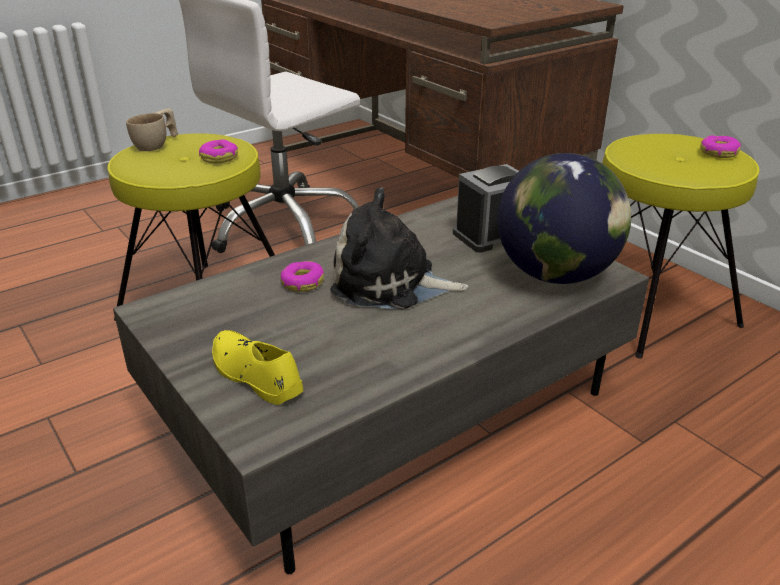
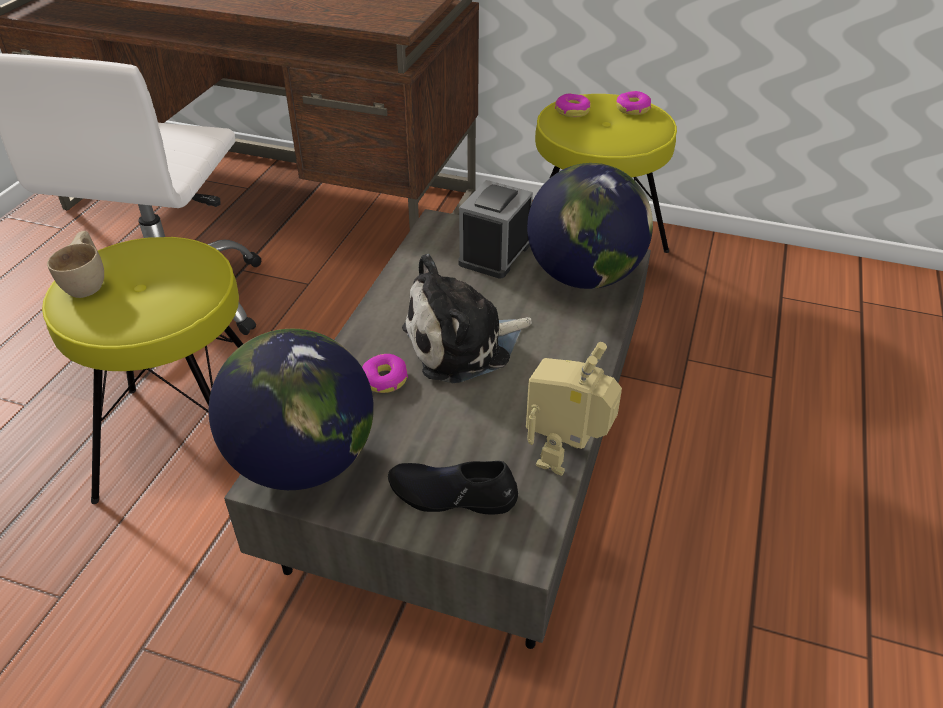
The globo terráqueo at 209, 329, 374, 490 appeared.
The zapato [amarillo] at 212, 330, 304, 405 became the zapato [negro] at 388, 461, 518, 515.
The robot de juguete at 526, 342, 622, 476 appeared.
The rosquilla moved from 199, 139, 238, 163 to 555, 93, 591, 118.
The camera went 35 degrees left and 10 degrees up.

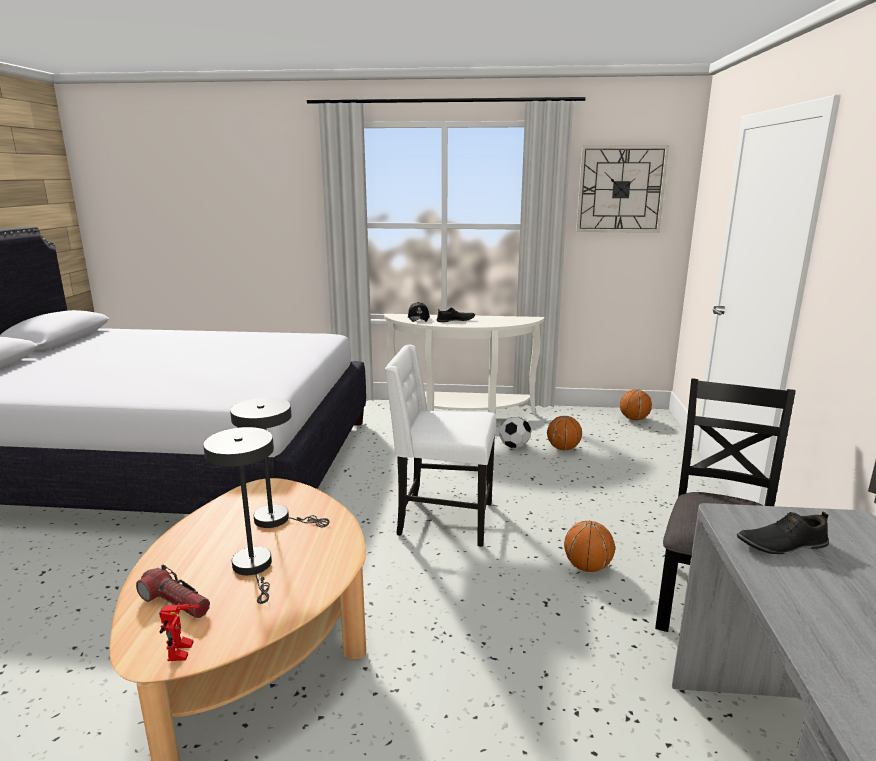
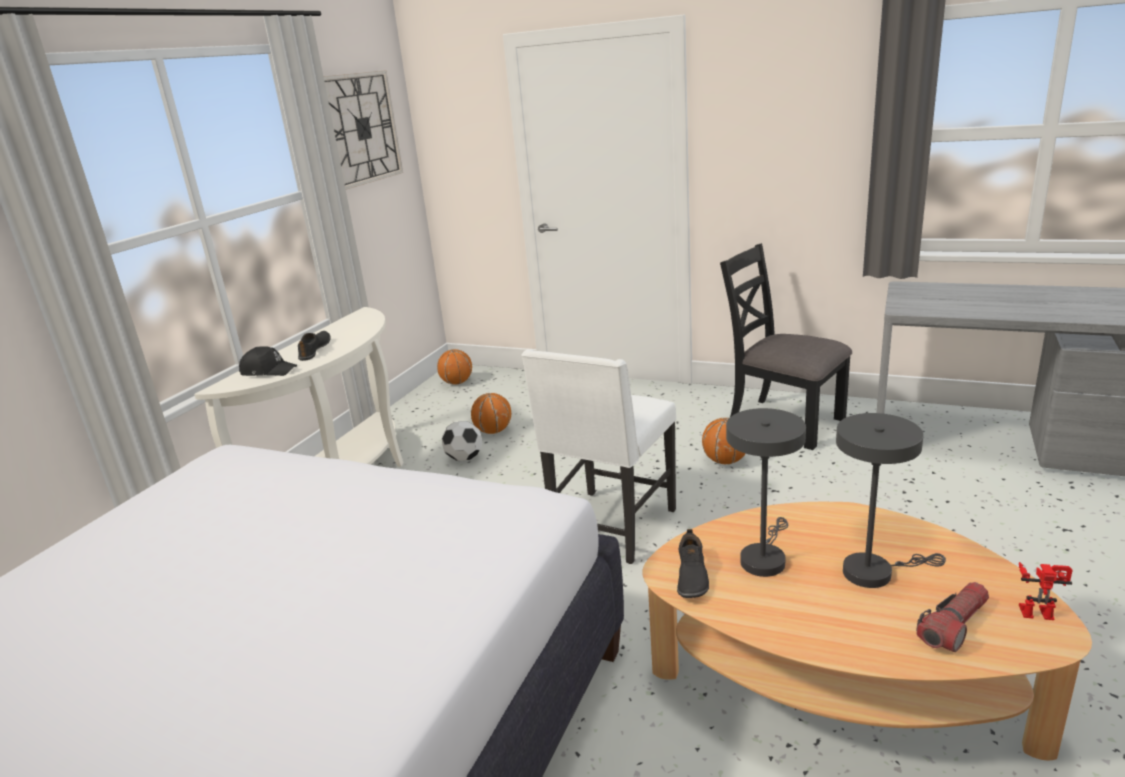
The zapato [negro] moved from 737, 512, 829, 554 to 677, 529, 709, 598.
The camera went 70 degrees left and 5 degrees up.

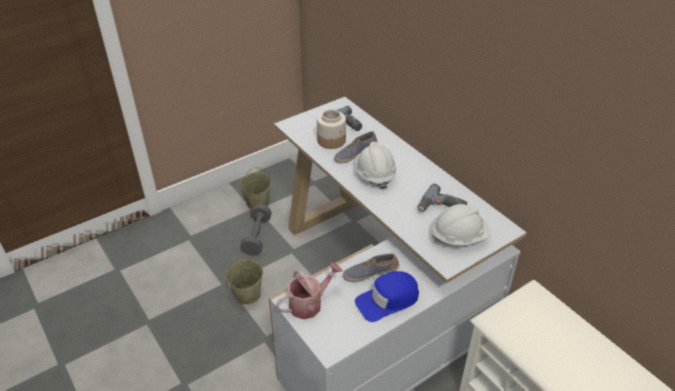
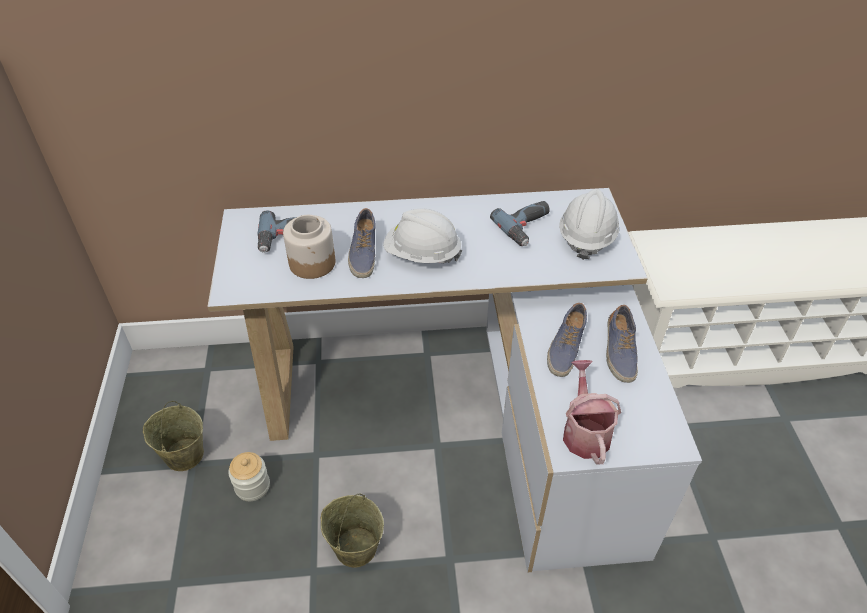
The mancuerna [gris] at 240, 204, 272, 256 was replaced by the tarro at 228, 452, 270, 501.
The gorra [azul] at 355, 271, 419, 322 was replaced by the zapato at 606, 305, 638, 383.
The camera went 60 degrees left and 5 degrees up.

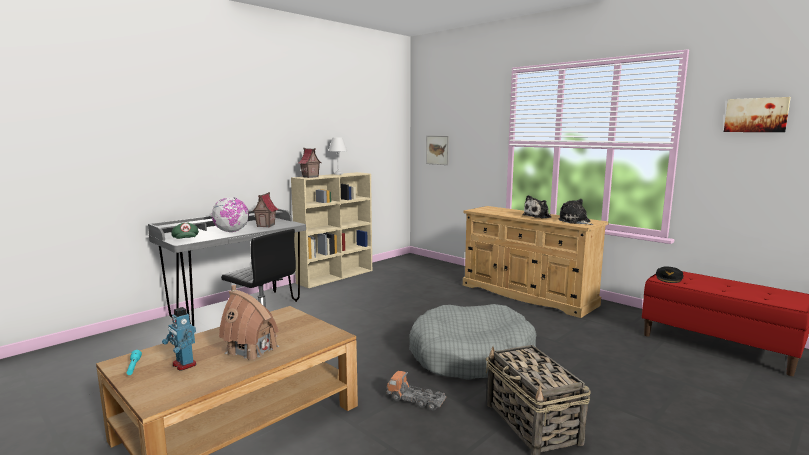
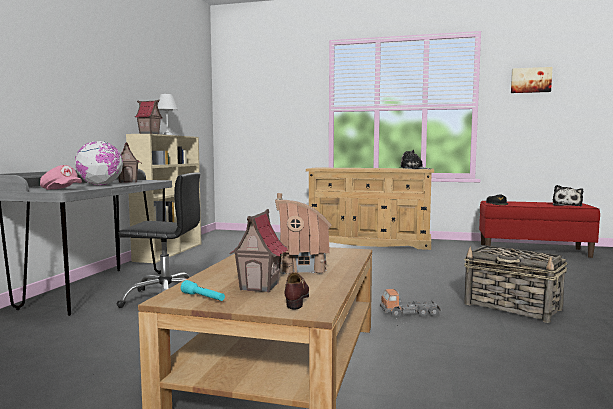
The gorra [verde] at 171, 223, 199, 239 became the gorra [rosa] at 40, 165, 82, 190.
The robot de juguete at 162, 307, 196, 371 was replaced by the casita at 229, 209, 288, 293.
The zapato [marrón] at 285, 272, 309, 310 appeared.
The peluche moved from 522, 195, 552, 219 to 553, 185, 583, 206.
The cama para perro [gris] at 409, 304, 536, 380 disappeared.
The cuadro at 426, 136, 449, 165 disappeared.
The camera went 30 degrees left and 5 degrees down.

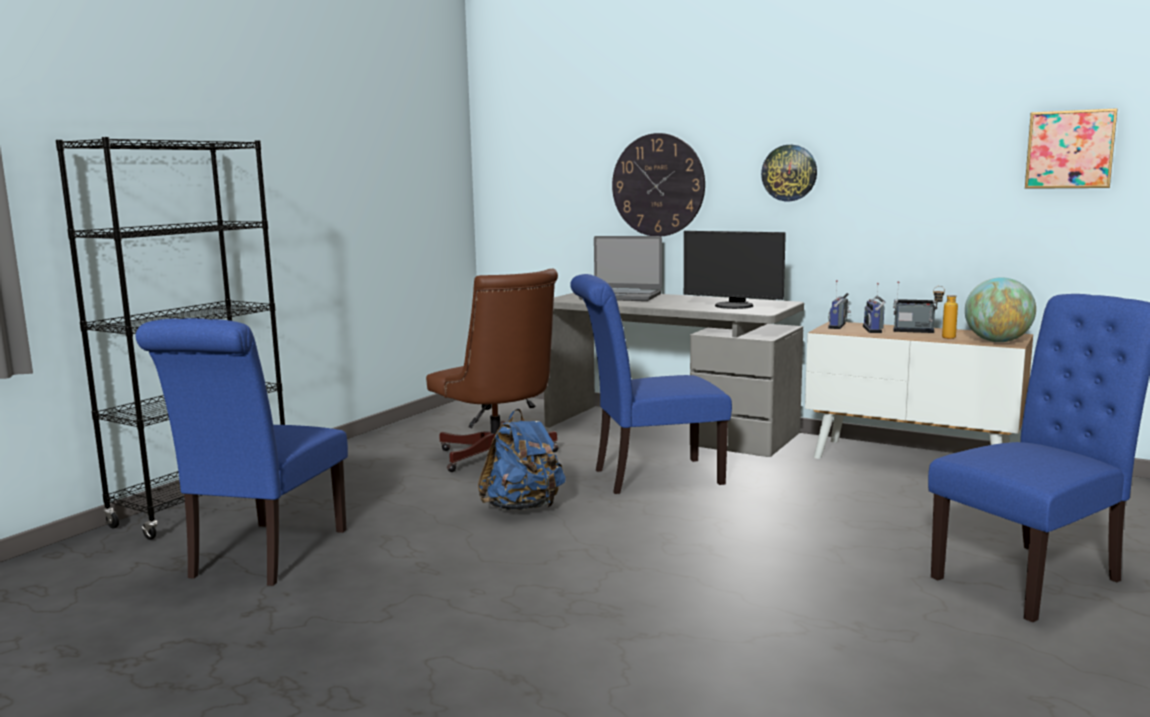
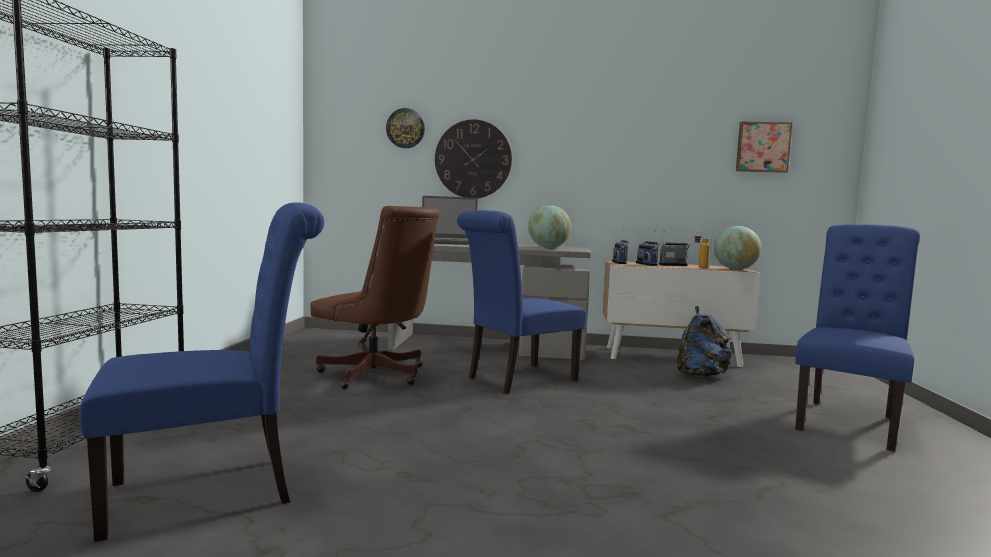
The silla [azul] at 136, 318, 348, 586 turned 105 degrees counterclockwise.
The reloj de pared moved from 761, 145, 817, 201 to 386, 108, 425, 148.
The monitor at 684, 231, 786, 309 was replaced by the globo terráqueo at 528, 206, 571, 248.
The mochila [azul] moved from 478, 409, 566, 511 to 677, 306, 731, 377.
The camera went 25 degrees left and 5 degrees down.

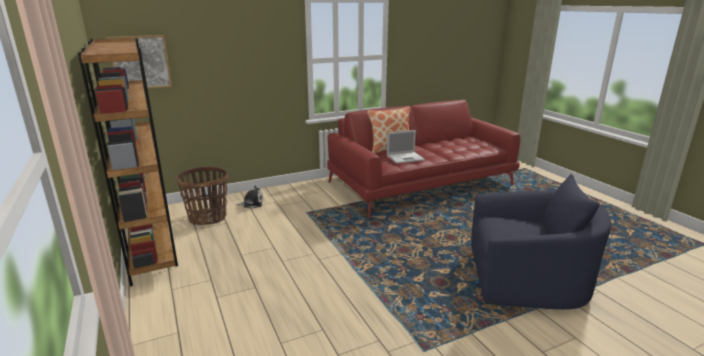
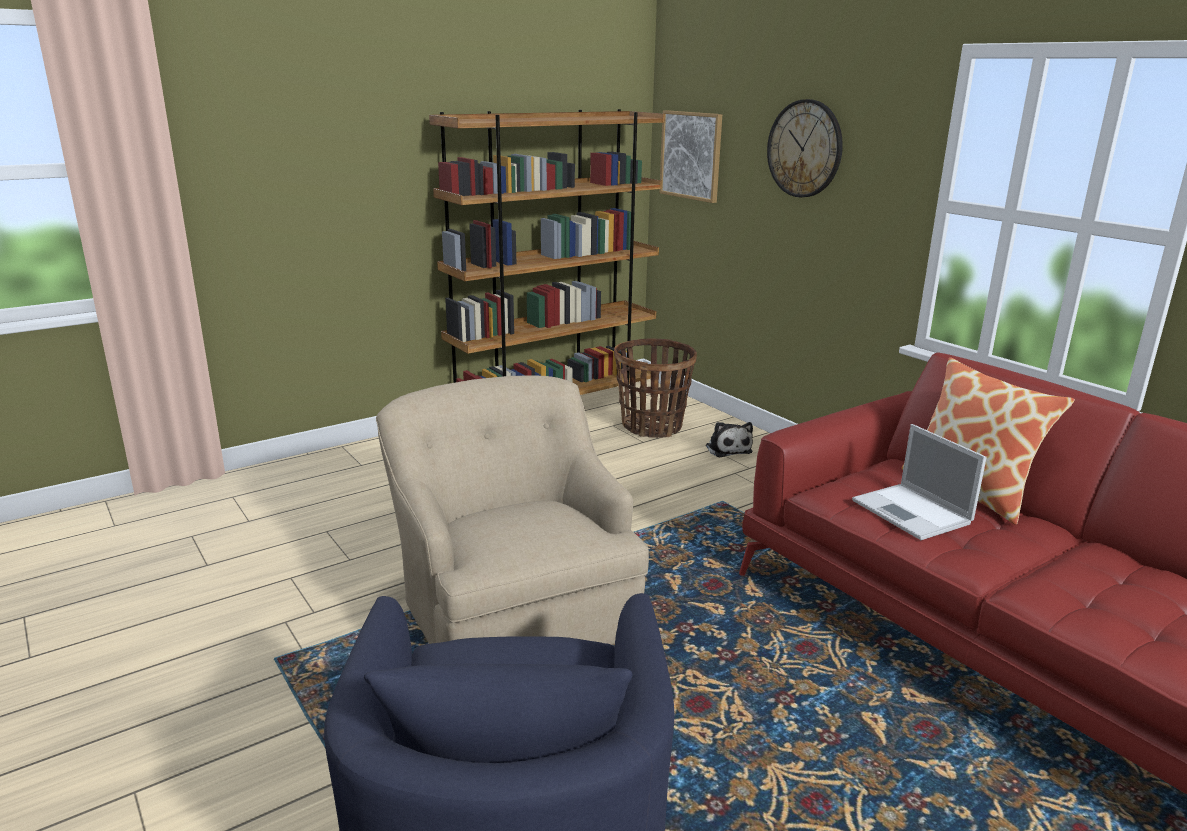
The sillón [beis] at 376, 376, 649, 645 appeared.
The reloj de pared at 767, 99, 843, 197 appeared.
The camera went 80 degrees right and 0 degrees up.

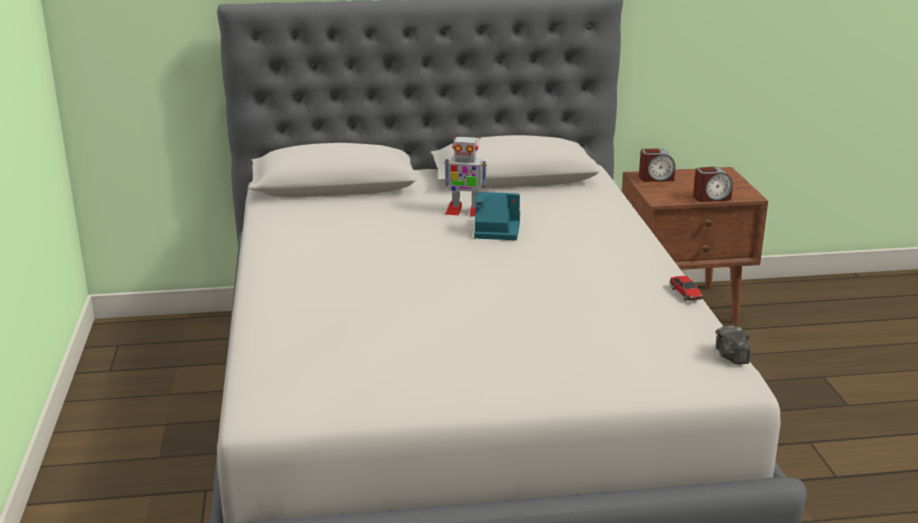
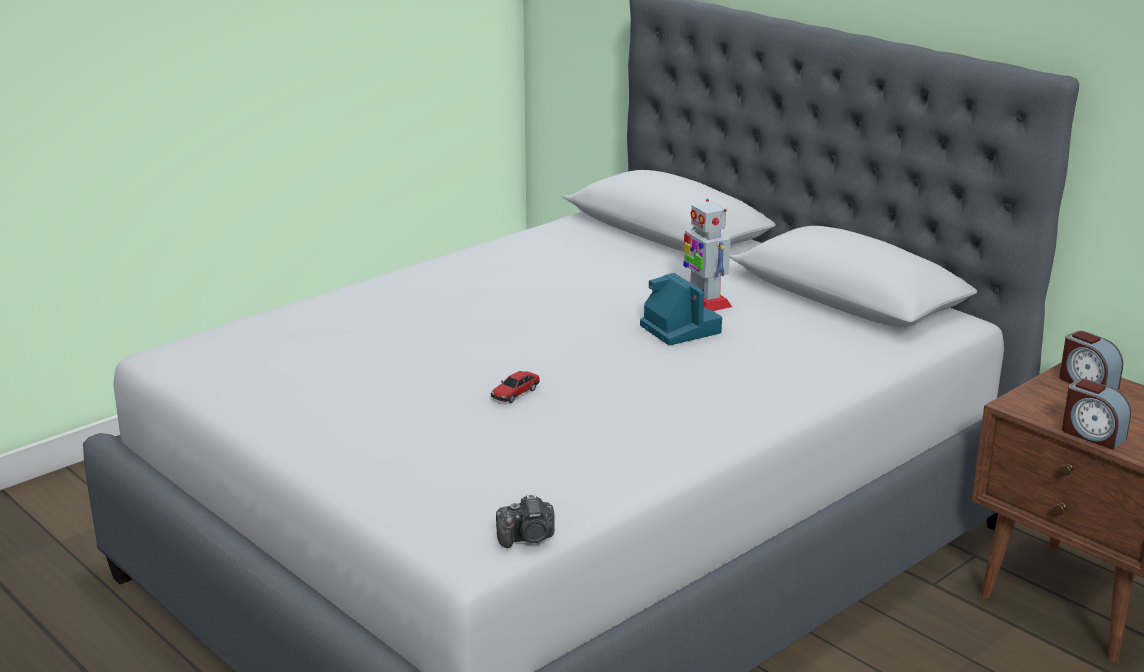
The coche de juguete moved from 670, 276, 703, 301 to 491, 371, 540, 403.
The cámara at 716, 325, 751, 365 turned 150 degrees counterclockwise.
The camera went 55 degrees right and 0 degrees up.

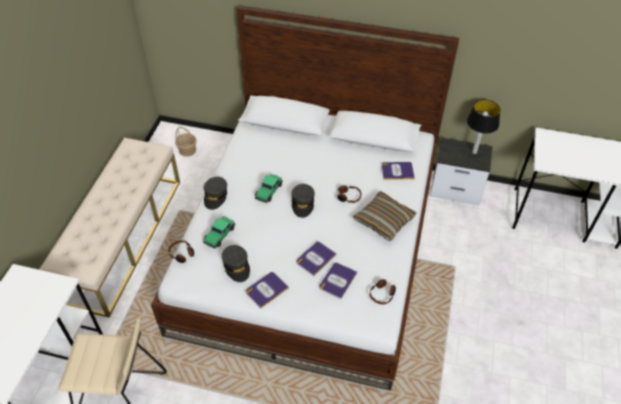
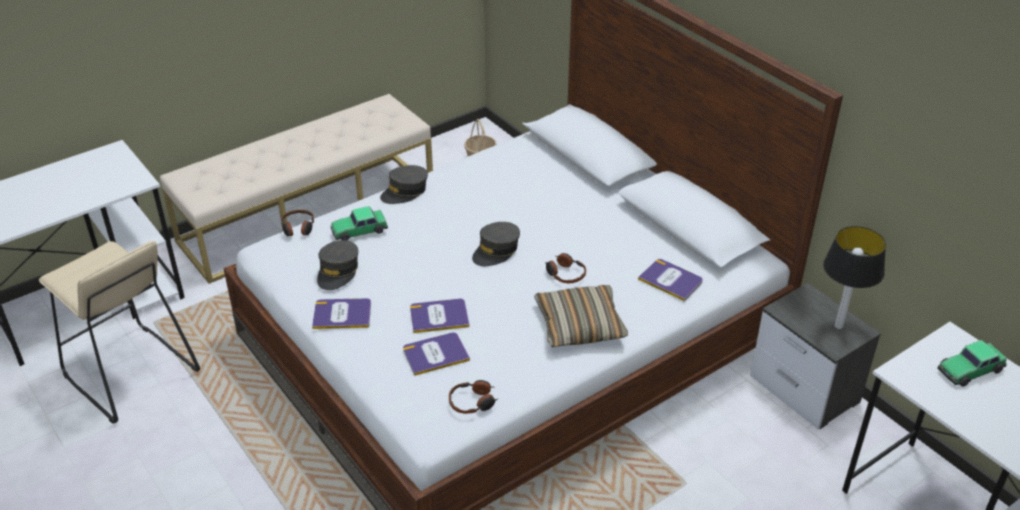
The coche de juguete moved from 255, 174, 283, 203 to 938, 340, 1007, 387.
The camera went 40 degrees right and 10 degrees down.

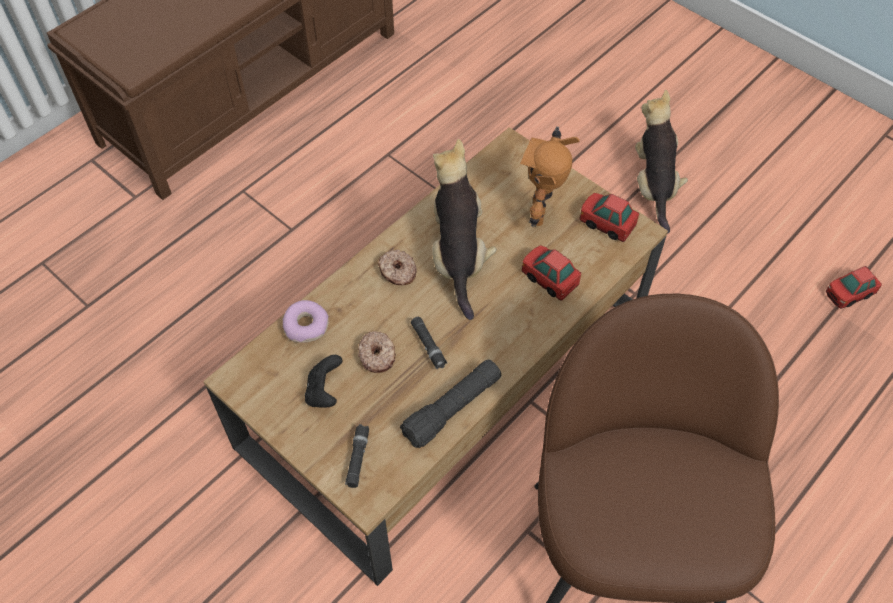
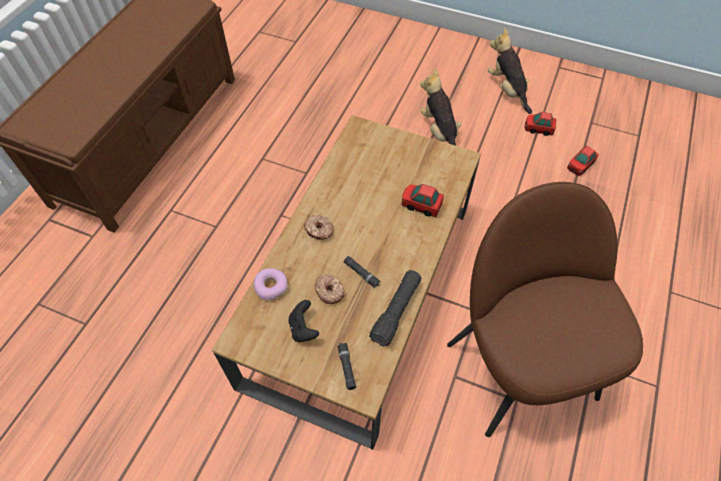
The peluche moved from 432, 139, 497, 320 to 488, 28, 532, 114.
The coche de juguete moved from 580, 193, 639, 242 to 525, 112, 556, 136.
The robot de juguete at 520, 126, 580, 227 disappeared.
The camera went 20 degrees left and 0 degrees up.

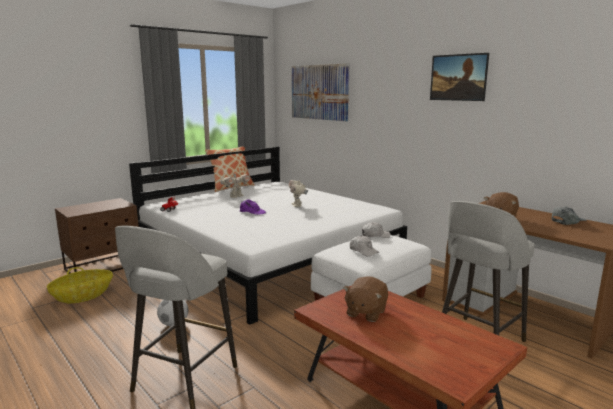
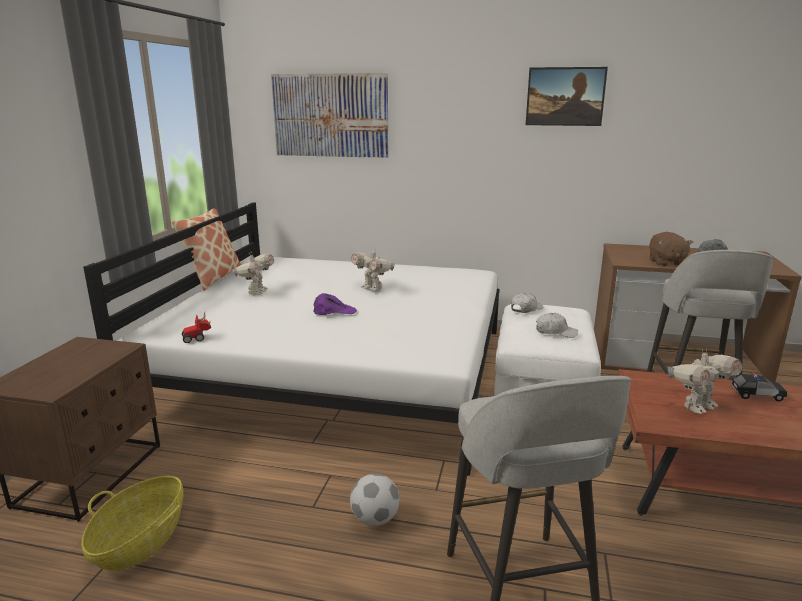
The peluche [marrón] at 343, 277, 388, 322 was replaced by the robot de juguete at 668, 347, 742, 414.
The coche de juguete at 731, 373, 787, 401 appeared.
The camera went 35 degrees left and 5 degrees up.

